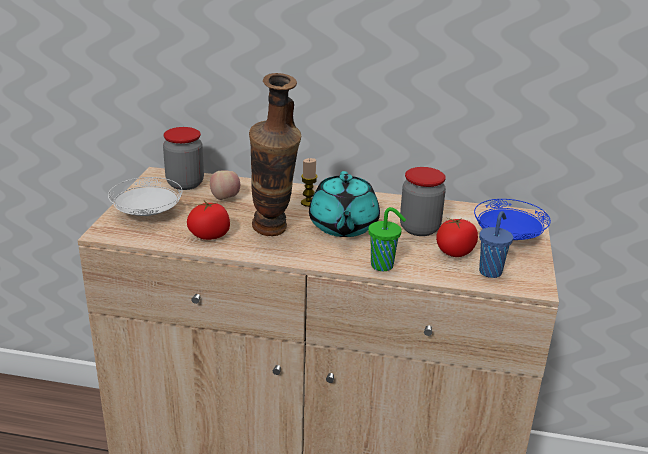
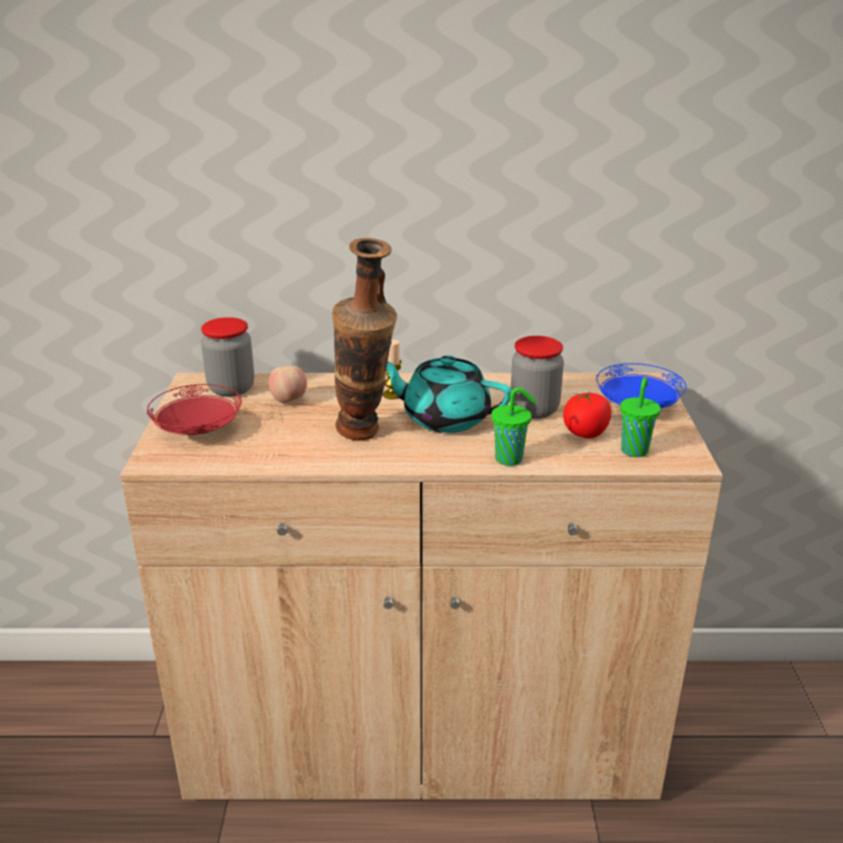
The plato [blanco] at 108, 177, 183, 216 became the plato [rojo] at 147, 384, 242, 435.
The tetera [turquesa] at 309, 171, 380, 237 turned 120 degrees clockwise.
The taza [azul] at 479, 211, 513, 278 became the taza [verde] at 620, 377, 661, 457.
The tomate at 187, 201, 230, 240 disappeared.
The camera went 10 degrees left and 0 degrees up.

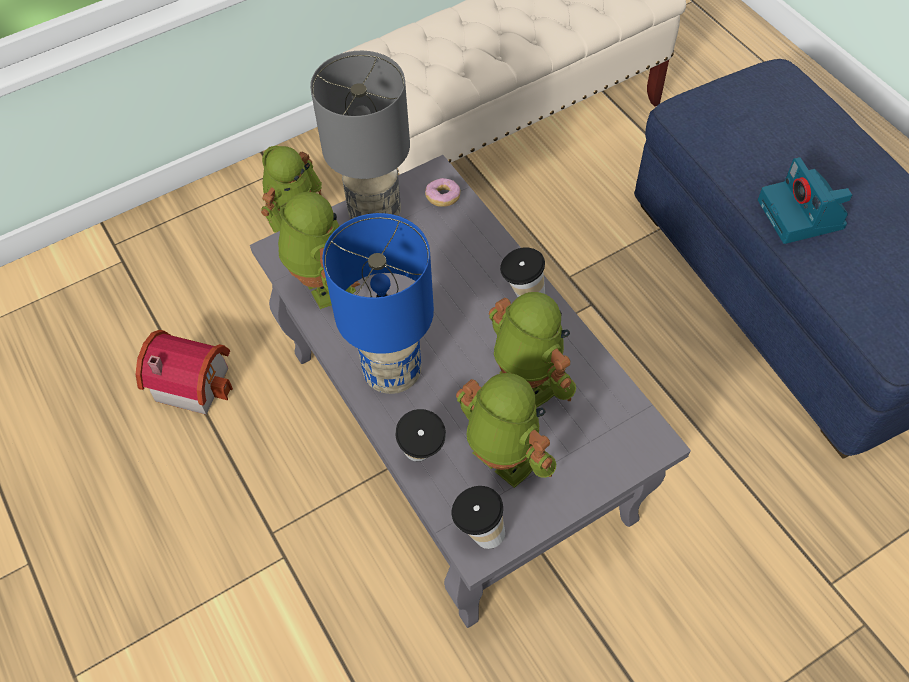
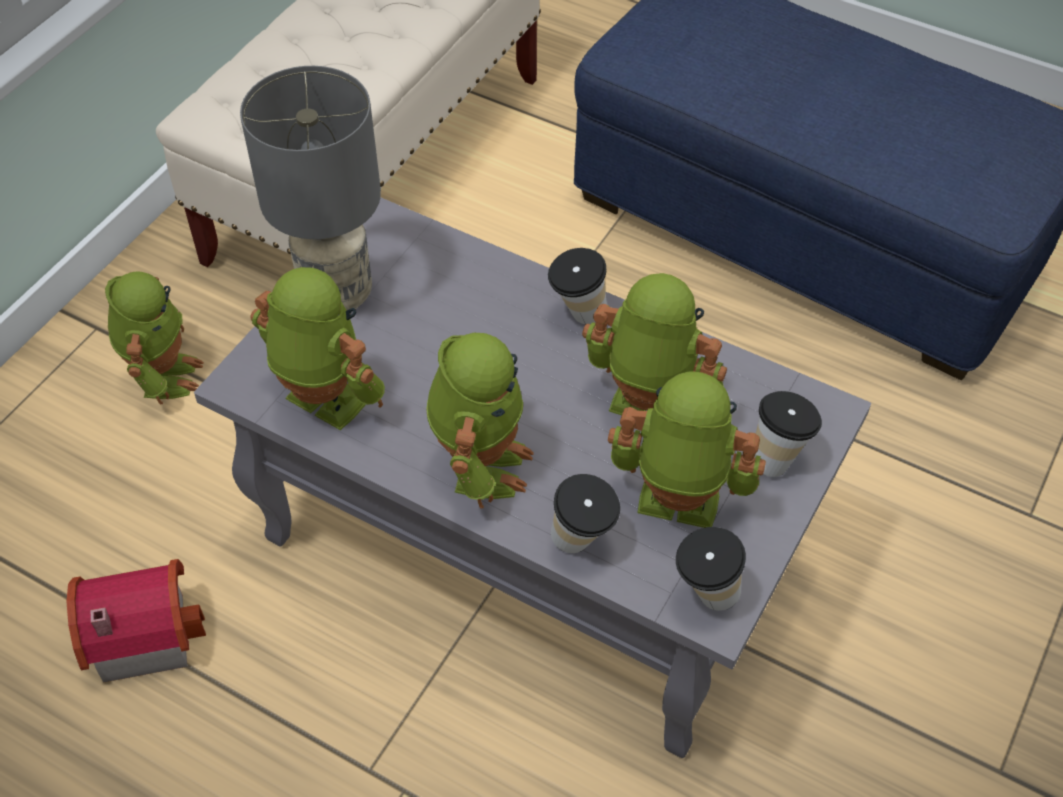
The lámpara de mesa [azul] at 322, 213, 434, 394 was replaced by the robot de juguete at 427, 333, 534, 508.
The taza at 754, 391, 822, 477 appeared.
The rosquilla at 425, 178, 460, 207 disappeared.
The cámara at 758, 157, 852, 244 disappeared.
The camera went 30 degrees left and 5 degrees down.

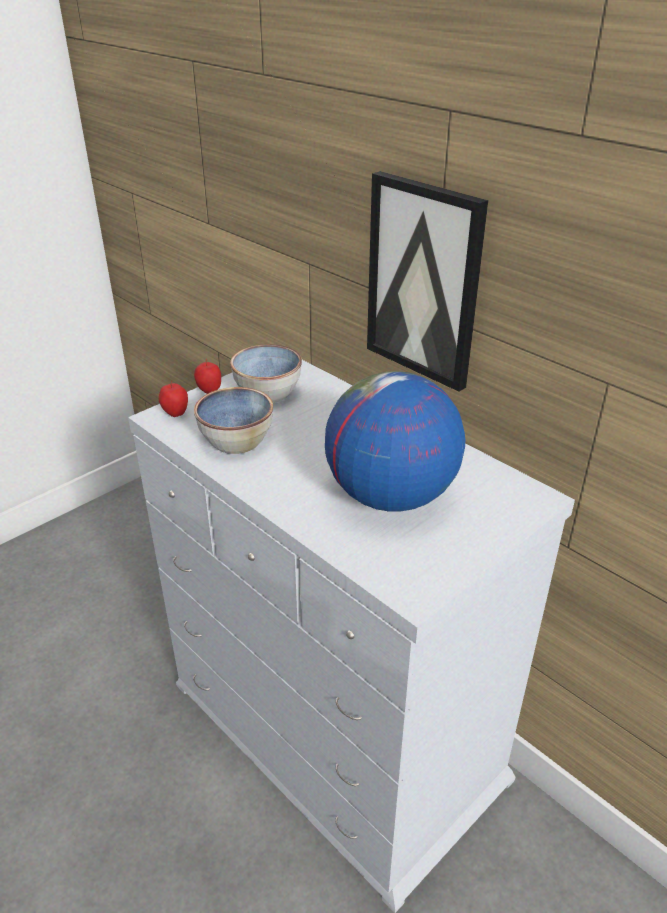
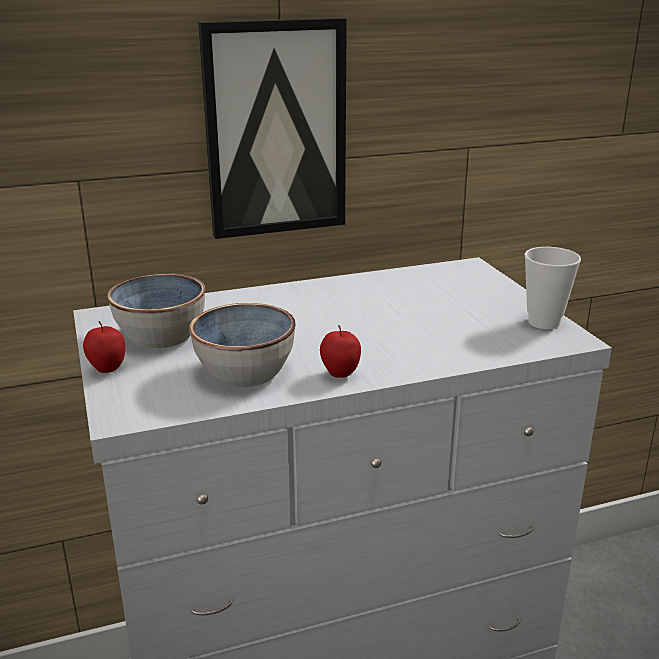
The manzana moved from 158, 381, 188, 417 to 320, 325, 361, 378.
The taza at 525, 247, 581, 329 appeared.
The globo terráqueo at 325, 371, 465, 512 disappeared.
The camera went 65 degrees left and 10 degrees down.

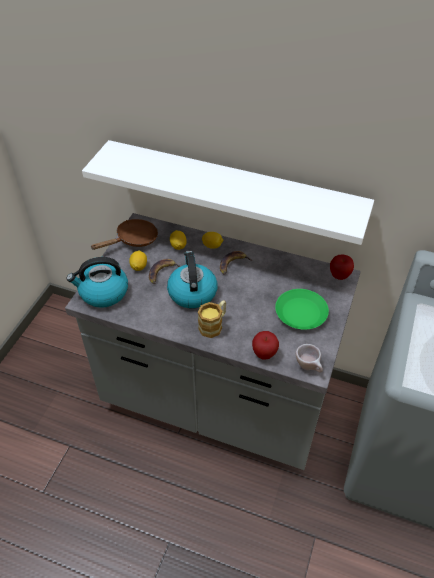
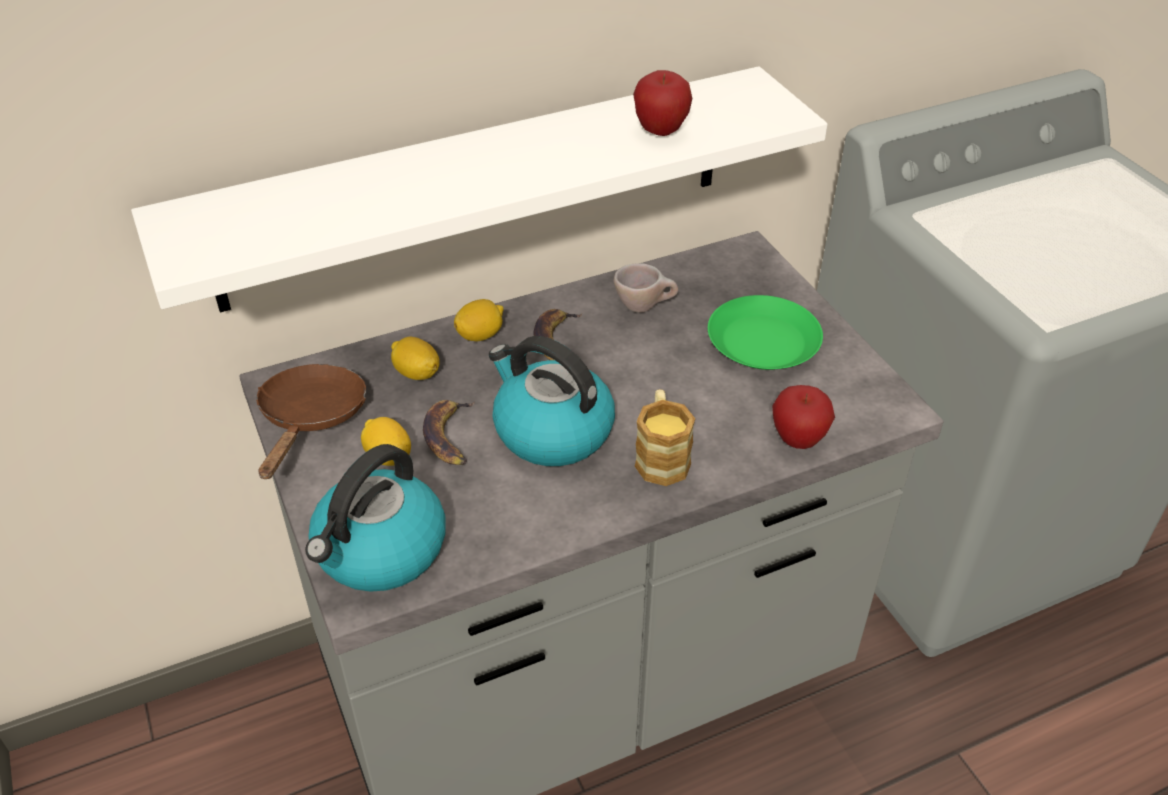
The taza [beis] moved from 296, 344, 323, 373 to 613, 264, 678, 313.
The manzana moved from 330, 254, 354, 280 to 633, 70, 692, 136.
The camera went 45 degrees left and 5 degrees down.

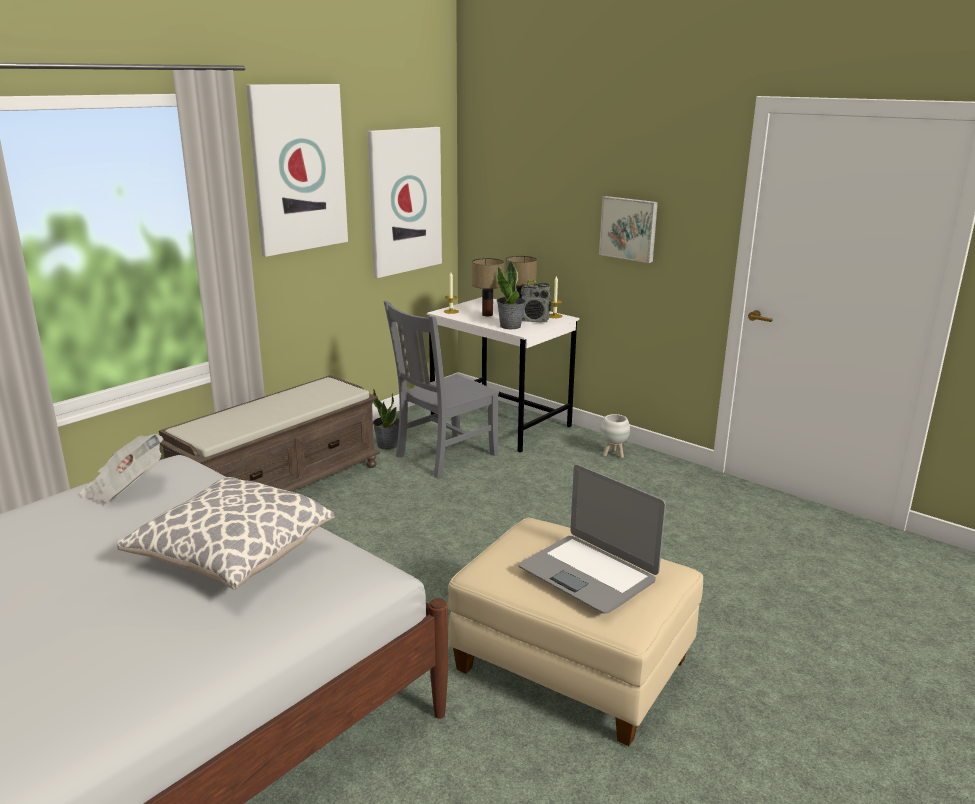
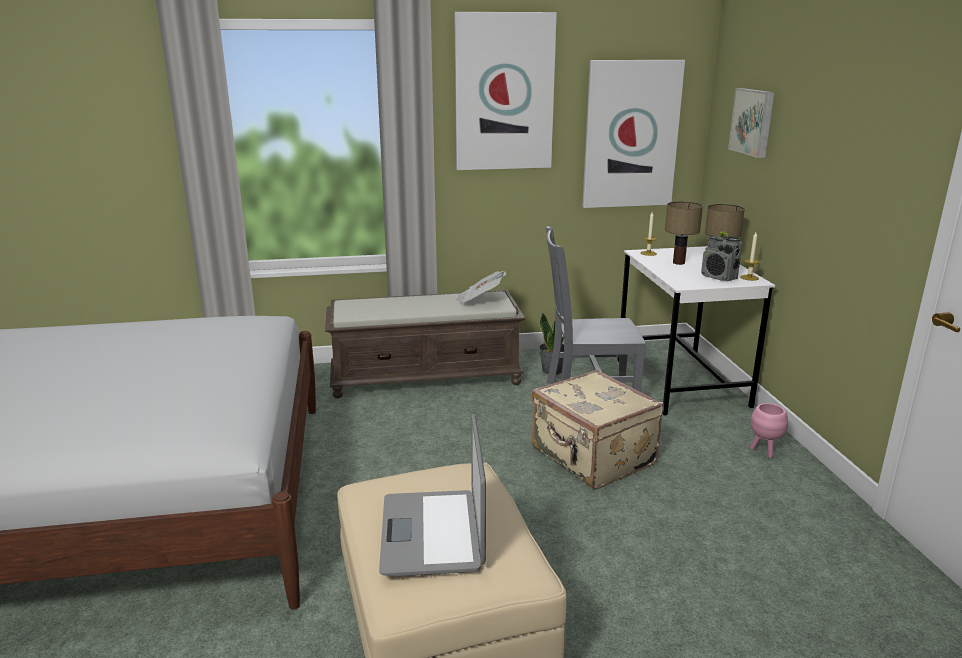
The periódico moved from 80, 434, 163, 503 to 454, 271, 506, 304.
The maleta [beis] at 531, 370, 664, 489 appeared.
The cuadro moved from 599, 196, 658, 263 to 728, 88, 775, 158.
The maceta [blanco] at 601, 414, 630, 458 became the maceta [rosa] at 750, 403, 788, 458.
The cojín at 117, 477, 335, 590 disappeared.
The planta en maceta at 497, 260, 526, 329 disappeared.
The camera went 40 degrees right and 0 degrees up.

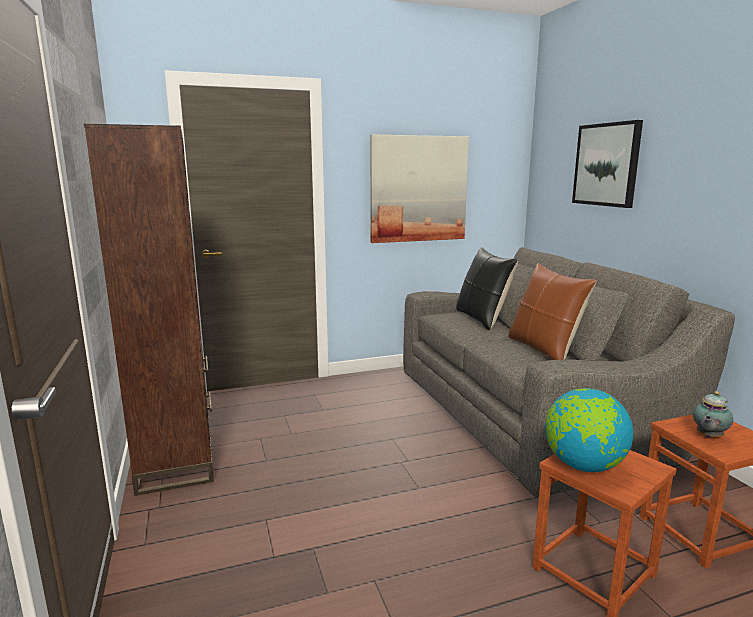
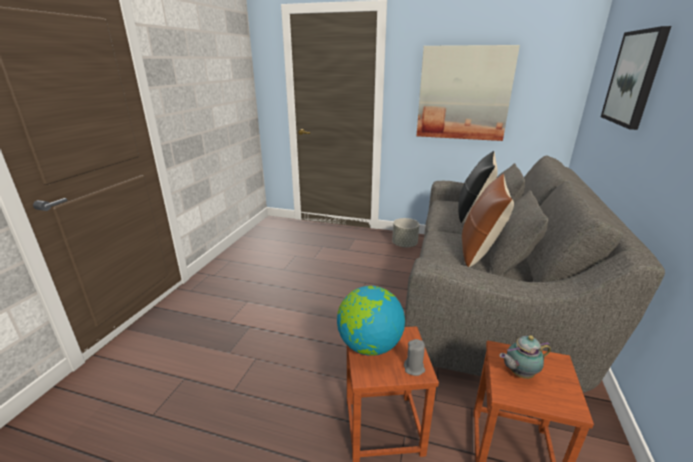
The maceta [gris] at 392, 218, 420, 248 appeared.
The vela [gris] at 404, 339, 425, 376 appeared.
The estantería [marrón] at 84, 124, 214, 496 disappeared.
The camera went 35 degrees right and 10 degrees up.

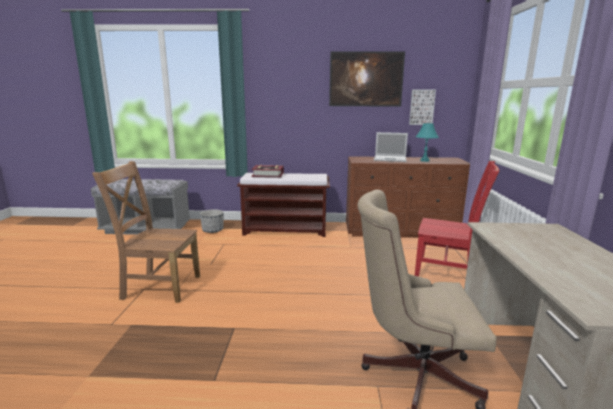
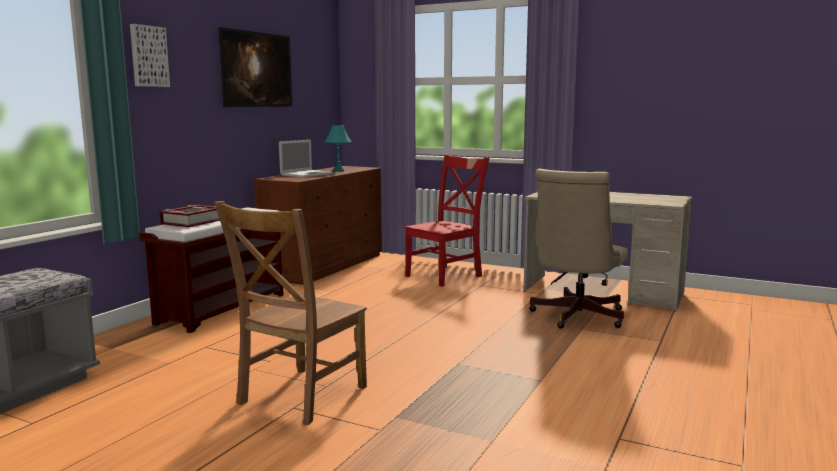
The cuadro moved from 409, 89, 436, 125 to 130, 24, 170, 87.
The maceta at 200, 209, 223, 233 disappeared.
The camera went 65 degrees left and 5 degrees down.

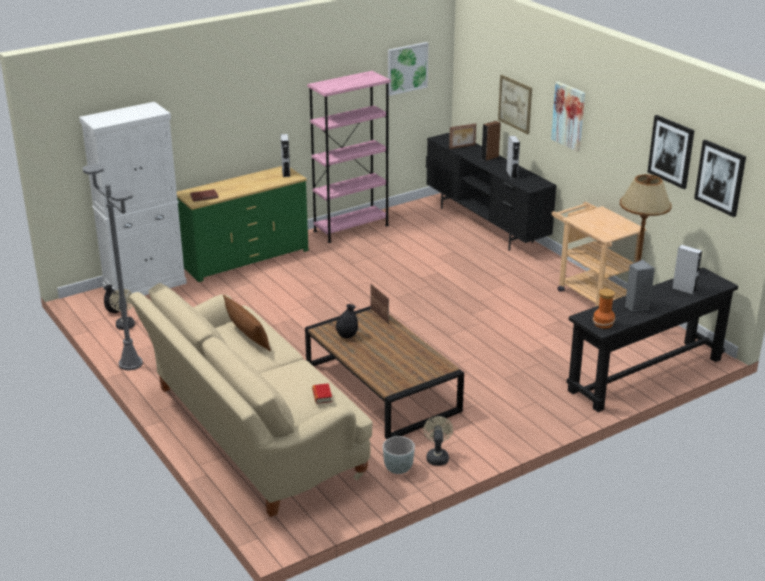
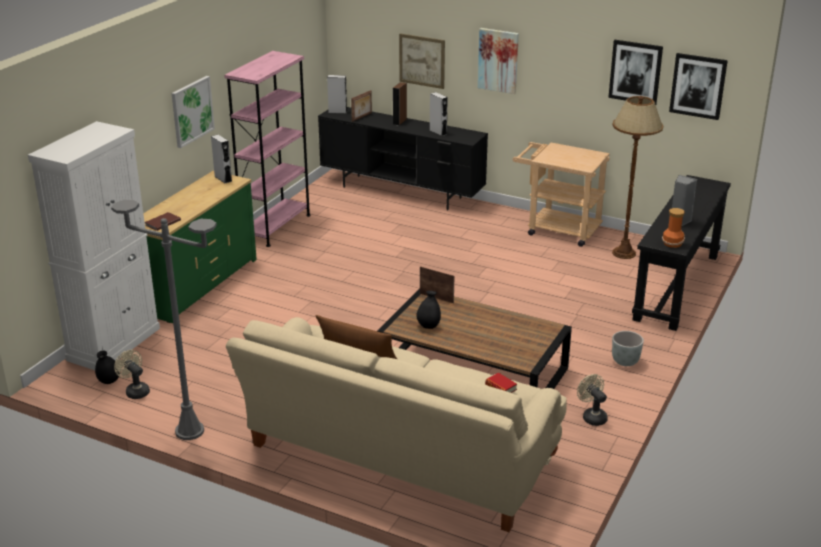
The cuadro moved from 388, 42, 428, 96 to 171, 76, 215, 148.
The altavoz [gris] moved from 672, 245, 702, 295 to 327, 75, 347, 114.
The maceta [gris] moved from 383, 436, 415, 474 to 612, 331, 644, 366.
The camera went 30 degrees left and 0 degrees up.

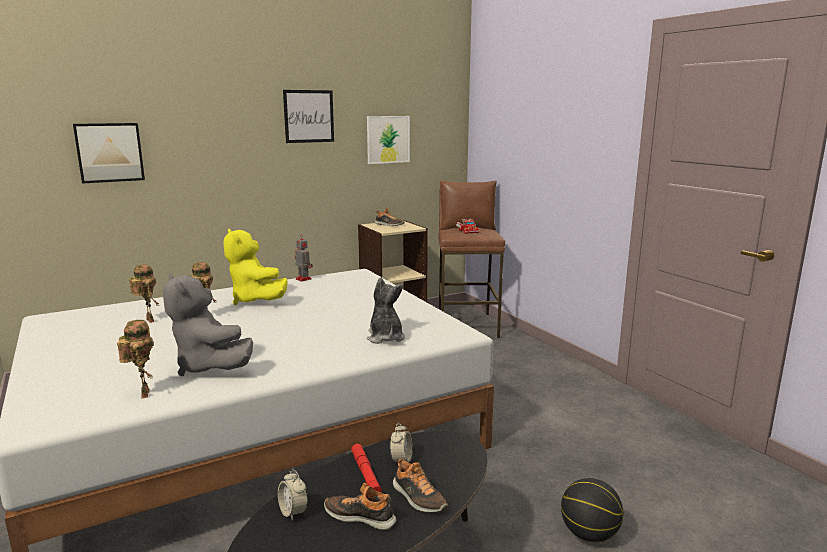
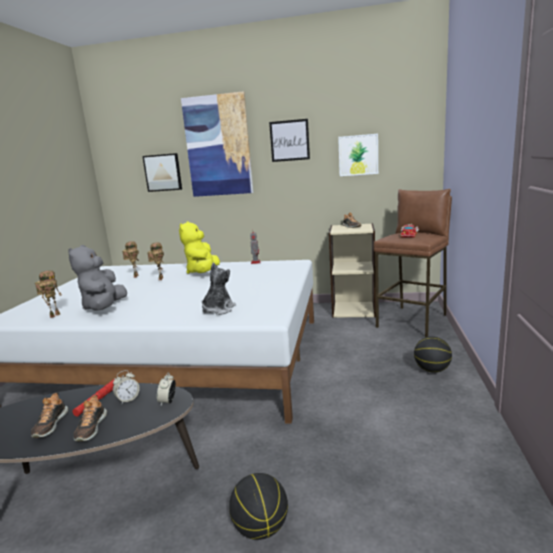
The zapato at 324, 483, 396, 530 turned 150 degrees counterclockwise.
The despertador moved from 278, 469, 308, 521 to 157, 372, 176, 406.
The cuadro at 181, 91, 254, 197 appeared.
The balón de baloncesto at 414, 336, 452, 373 appeared.
The camera went 40 degrees right and 0 degrees up.

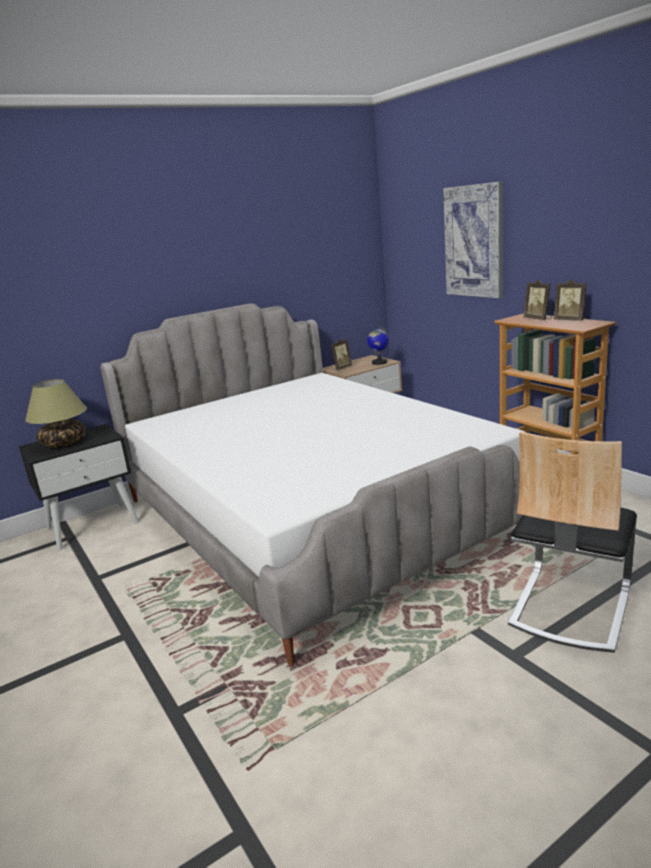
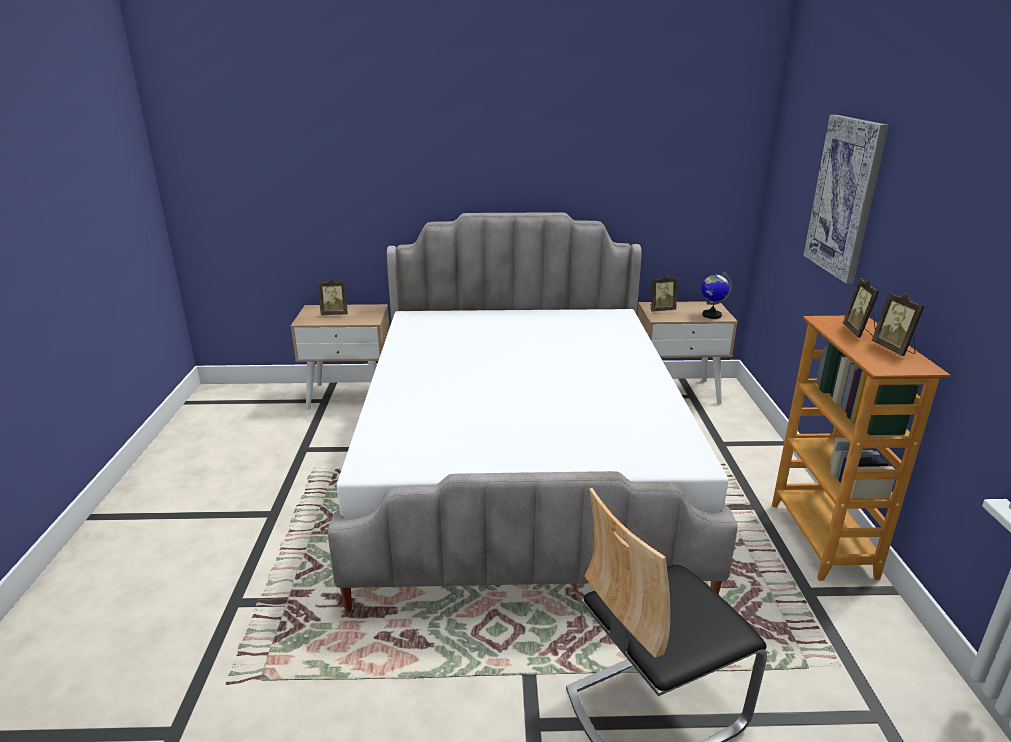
The mesita de noche [negro] at 19, 424, 139, 550 became the mesita de noche [beis] at 291, 304, 389, 410.
The lámpara de mesa at 25, 379, 87, 447 was replaced by the portarretratos at 318, 279, 348, 315.
The camera went 30 degrees right and 5 degrees up.

